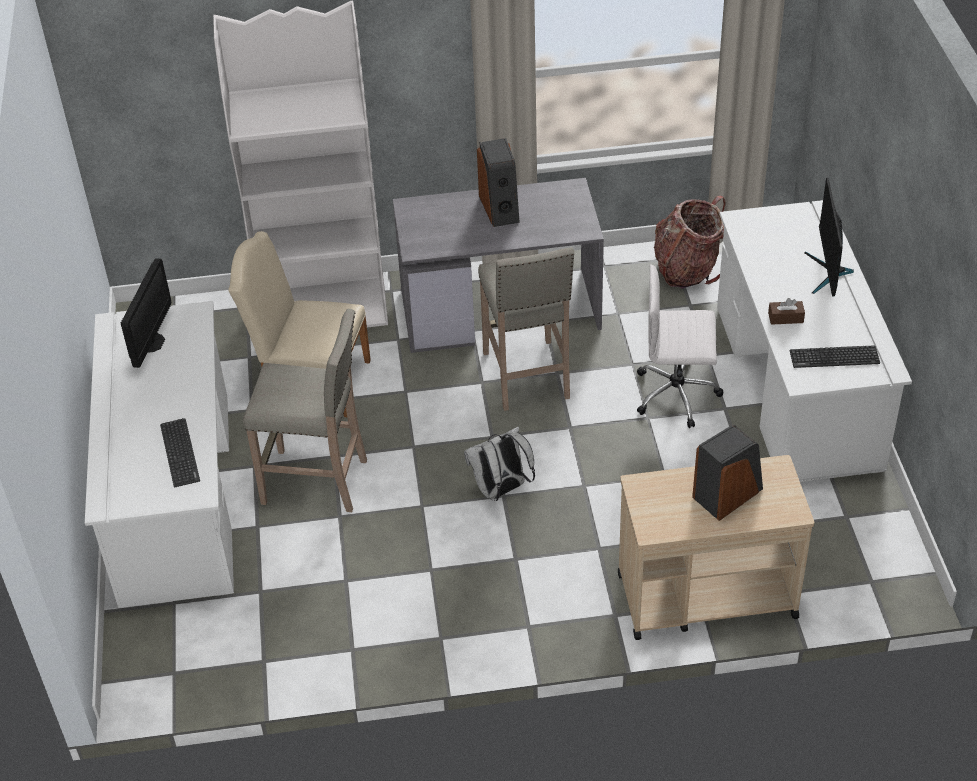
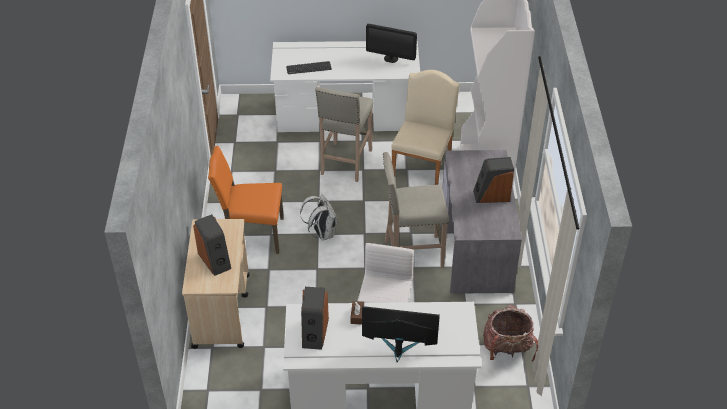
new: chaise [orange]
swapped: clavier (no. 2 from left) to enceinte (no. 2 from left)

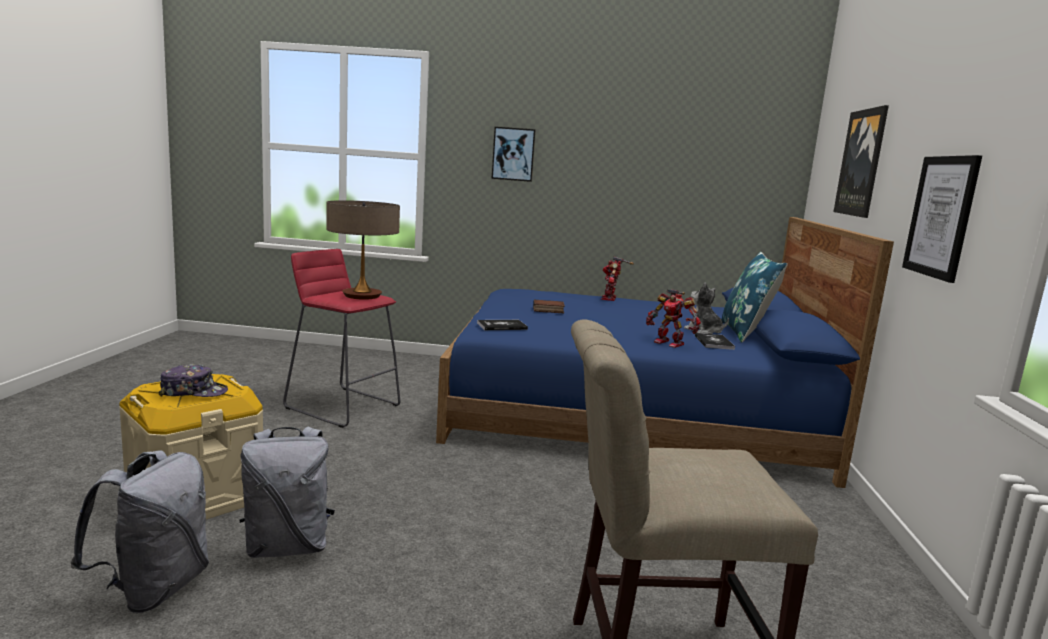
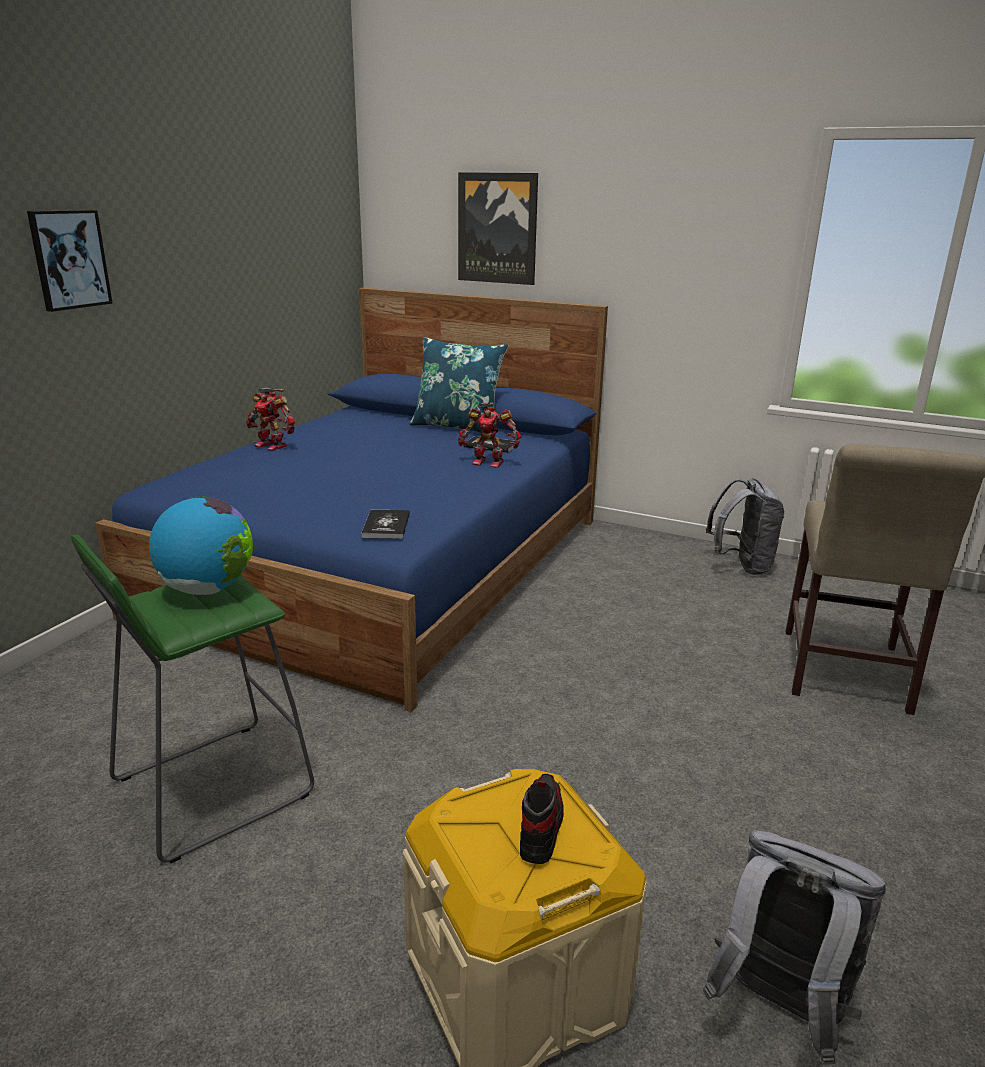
gone: livre (no. 2 from left); peluche; tableau (no. 3 from left)
shifted: sac à dos [gris] (no. 2 from left in the first image) to sac à dos [gris] (no. 1 from left)
swapped: casquette to chaussure; lampe de table to globe
repainted: tabouret [rouge] to tabouret [vert]
rotated: robot jouet (no. 2 from left) 45 degrees clockwise

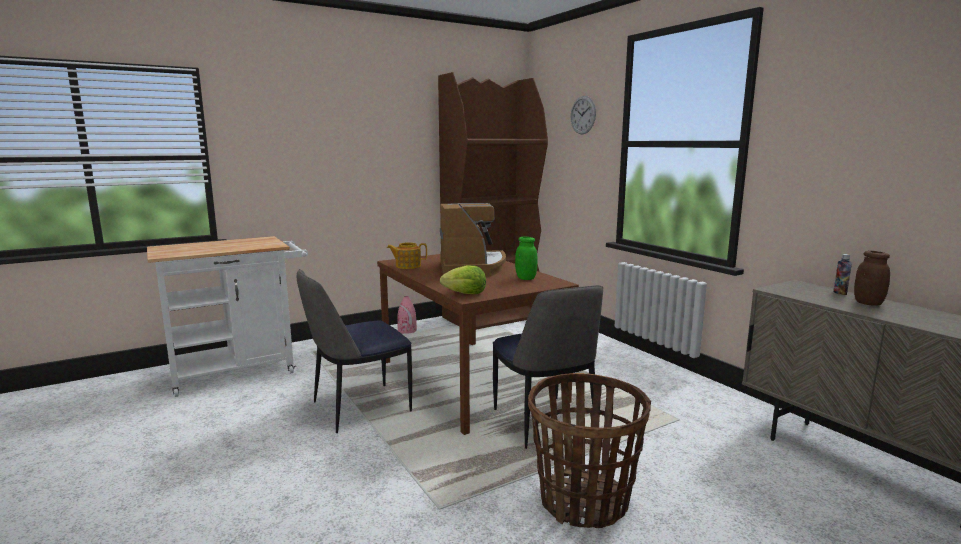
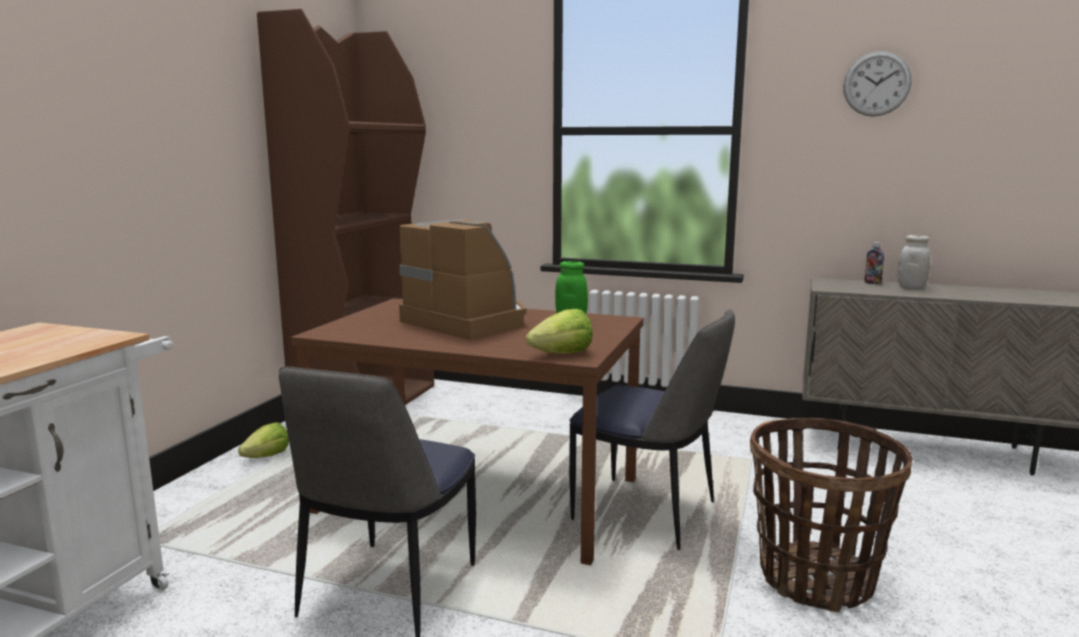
gone: théière
shifted: horloge murale
swapped: vase [rose] to laitue (no. 1 from left)
repainted: bocal [marron] to bocal [blanc]

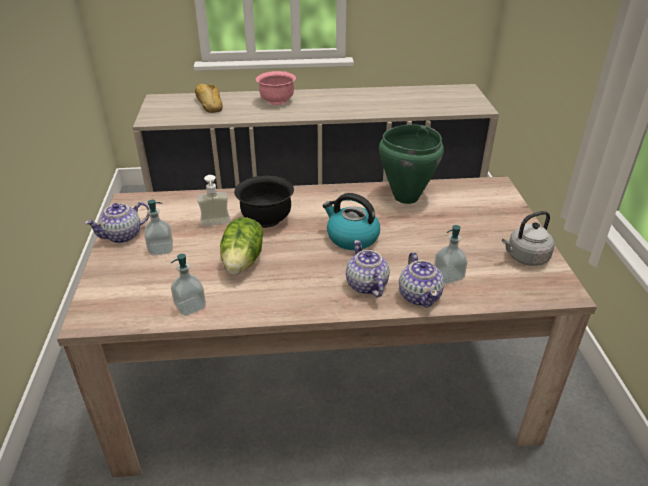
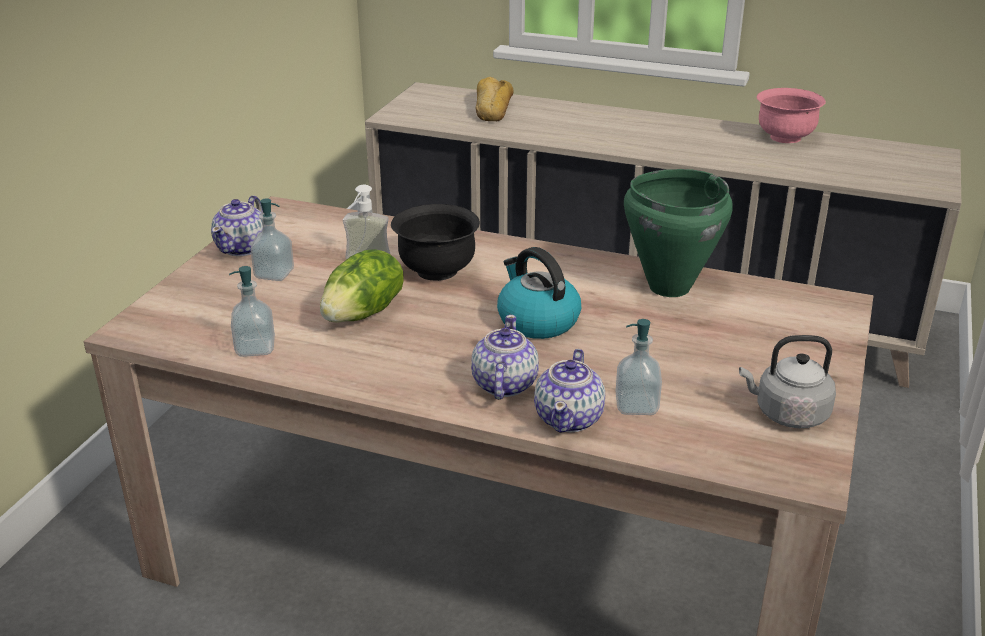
shifted: bol [rose]
rotated: théière (no. 1 from left) 60 degrees counterclockwise

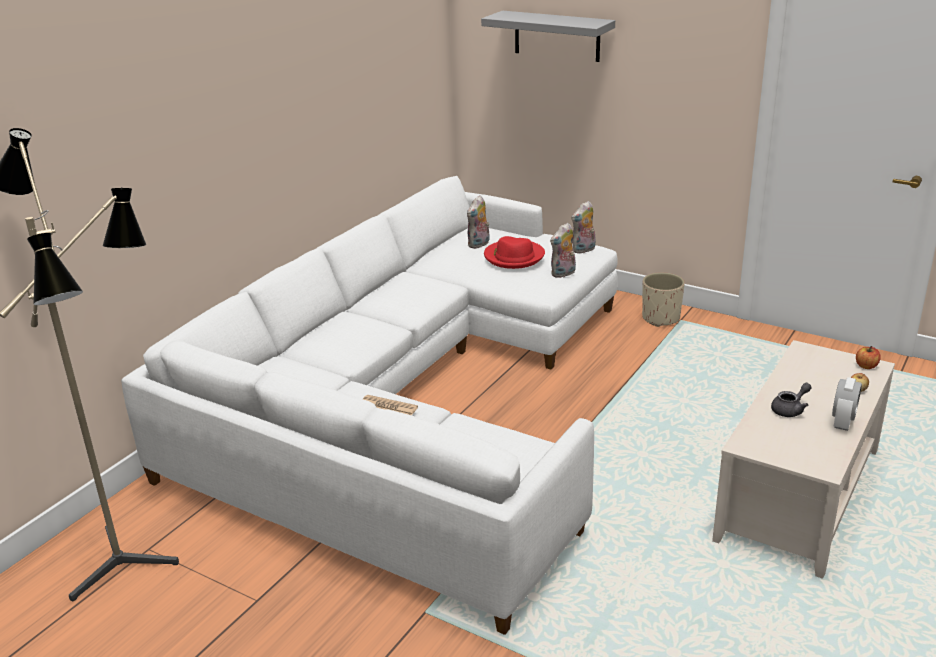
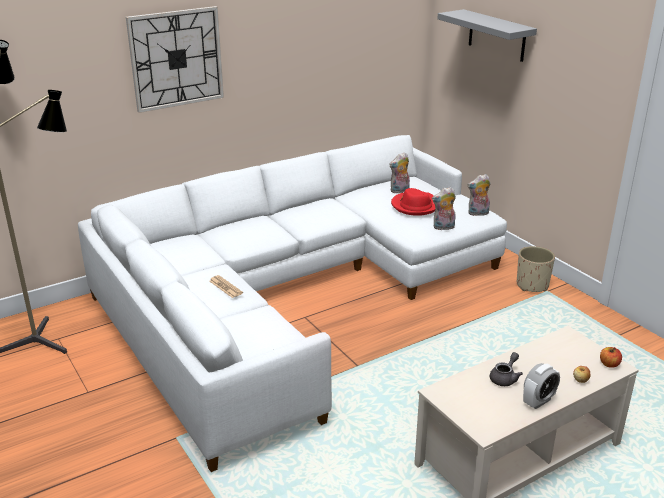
new: horloge murale
rotated: théière [gris] 45 degrees counterclockwise

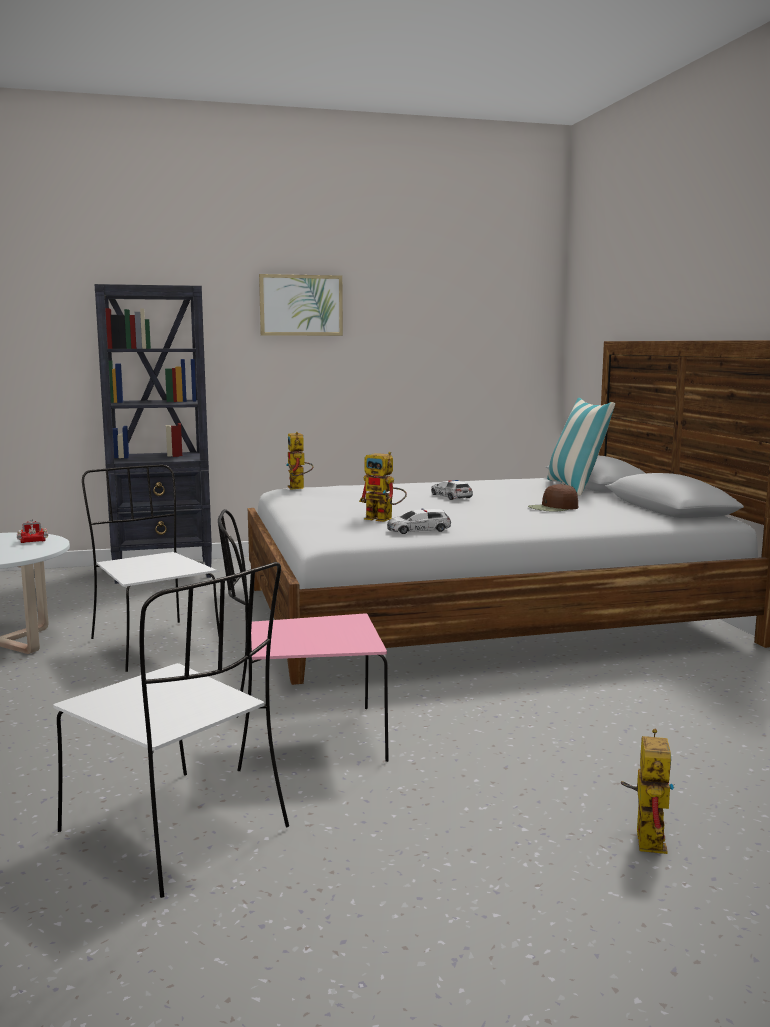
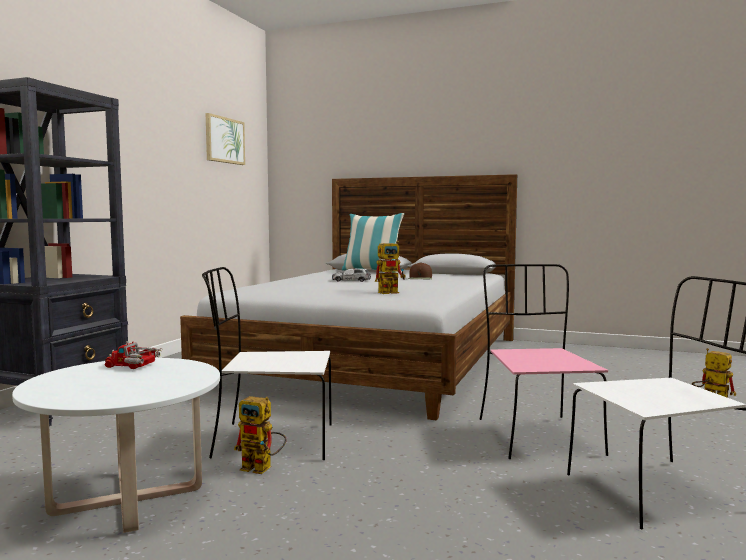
gone: petite voiture (no. 1 from left)
shifted: tableau; robot jouet (no. 1 from left)
rotated: chaise [rose] 150 degrees clockwise

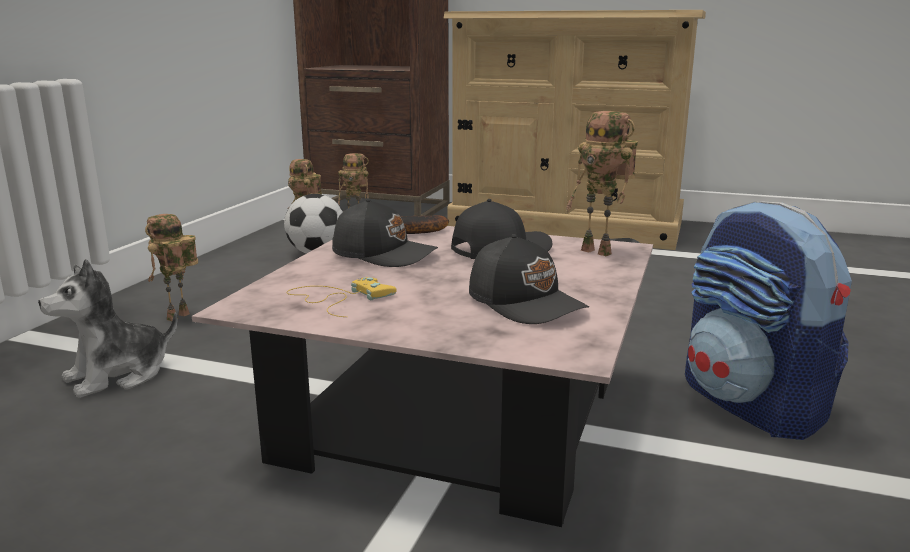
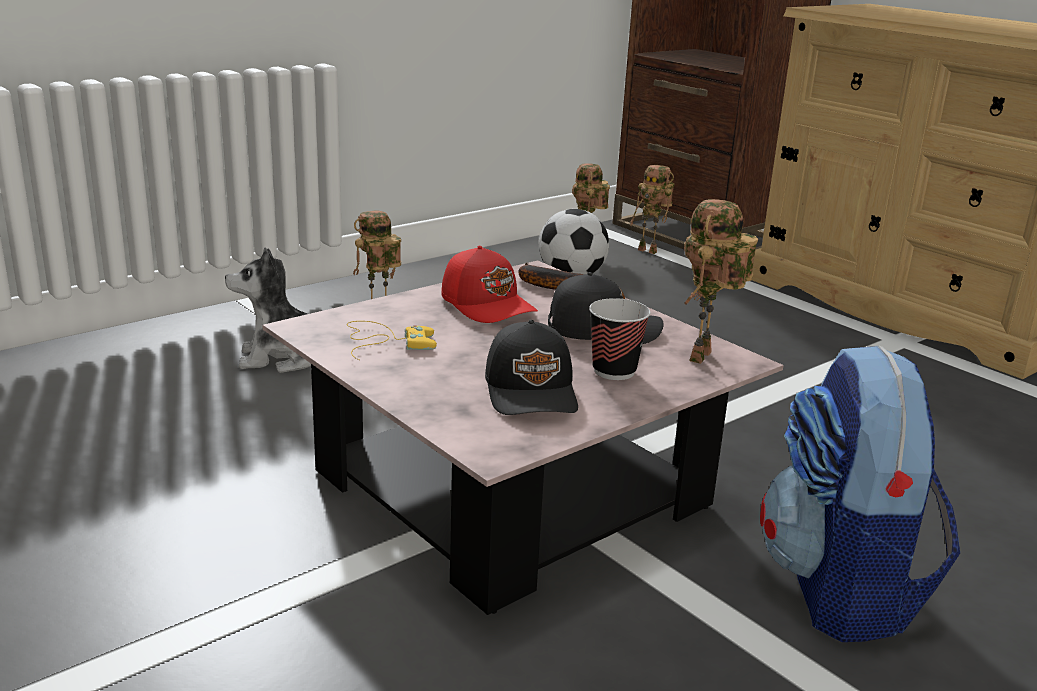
new: tasse
repainted: casquette [noir] (no. 1 from left) to casquette [rouge]
rotated: robot jouet (no. 4 from left) 45 degrees clockwise

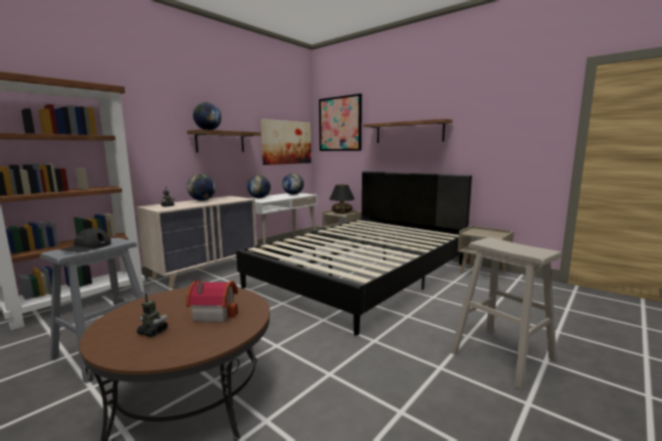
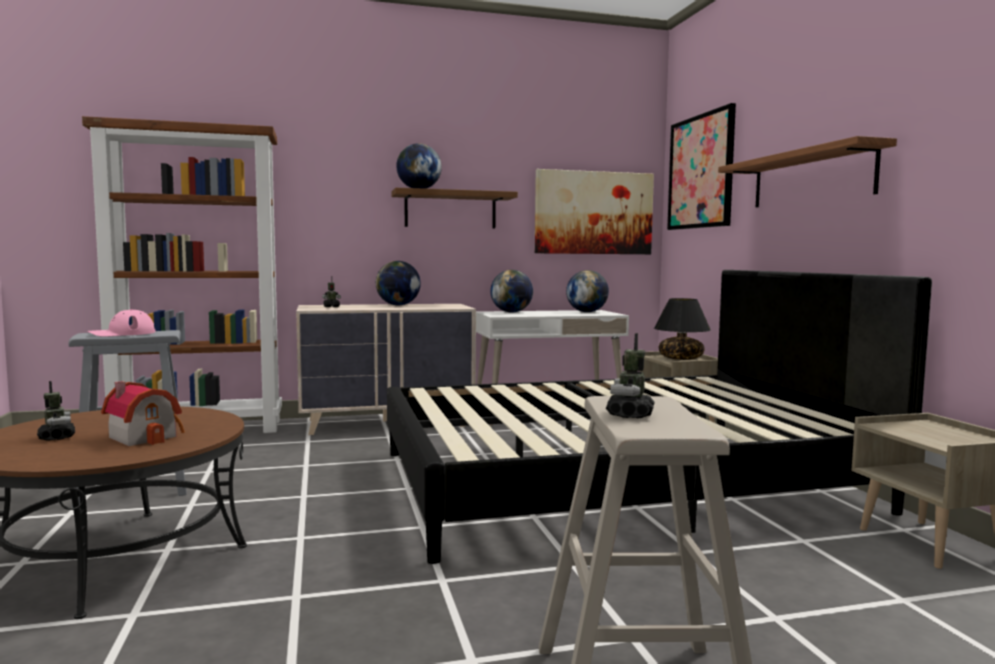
new: robot jouet (no. 3 from left)
repainted: casquette [noir] to casquette [rose]

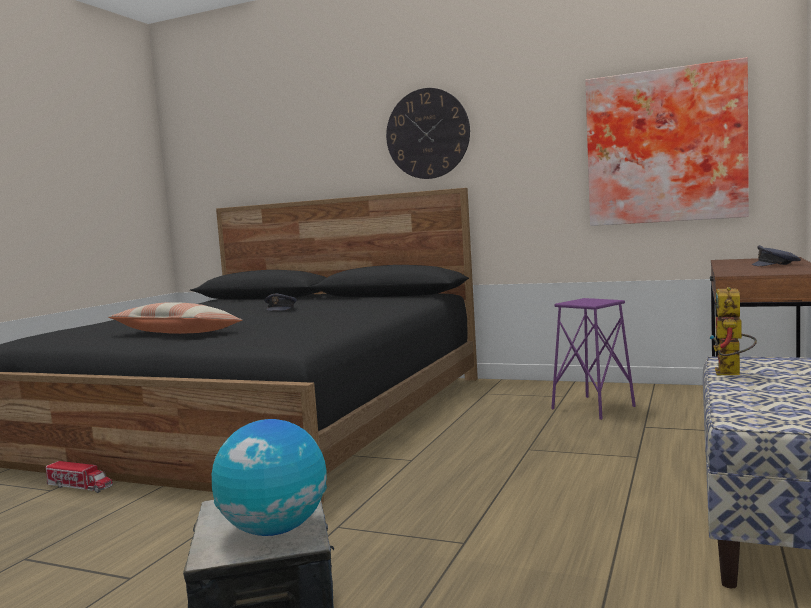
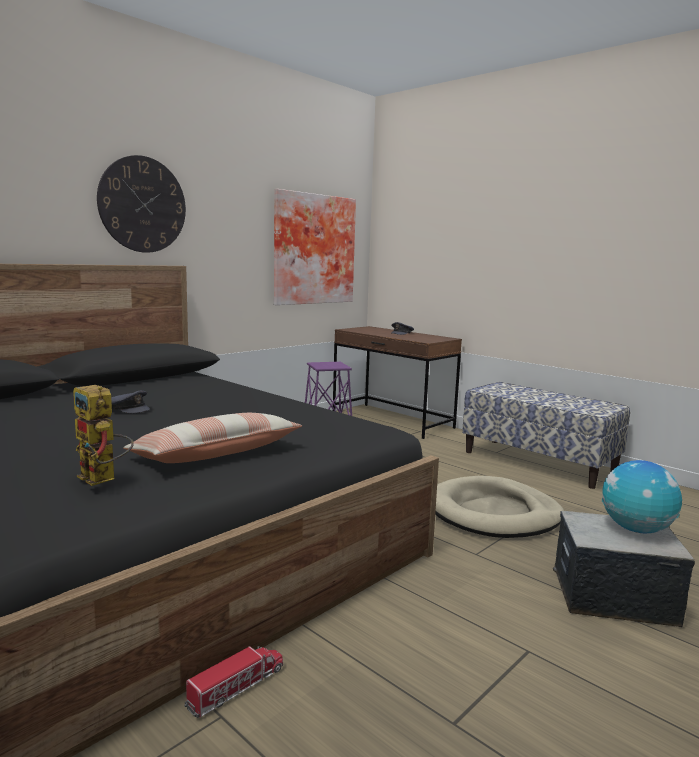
new: panier pour chien [beige]
shifted: robot jouet

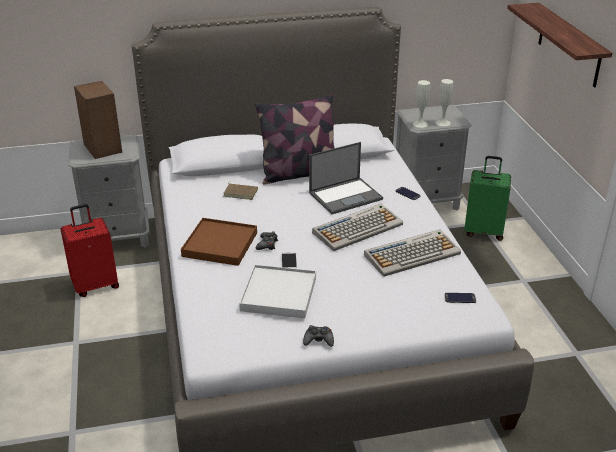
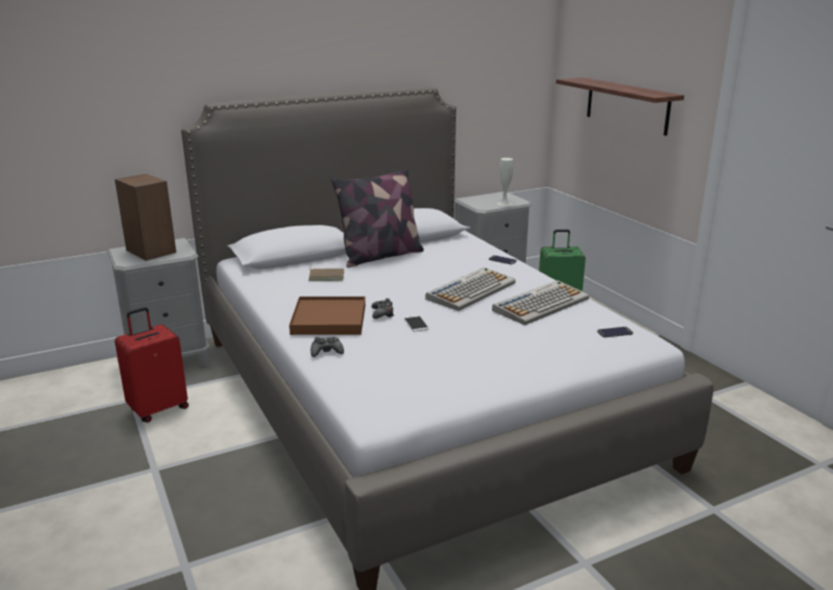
gone: plateau [blanc]; ordinateur portable; vase [blanc] (no. 1 from left)
shifted: manette [noir] (no. 2 from left in the first image) to manette [noir] (no. 1 from left)

